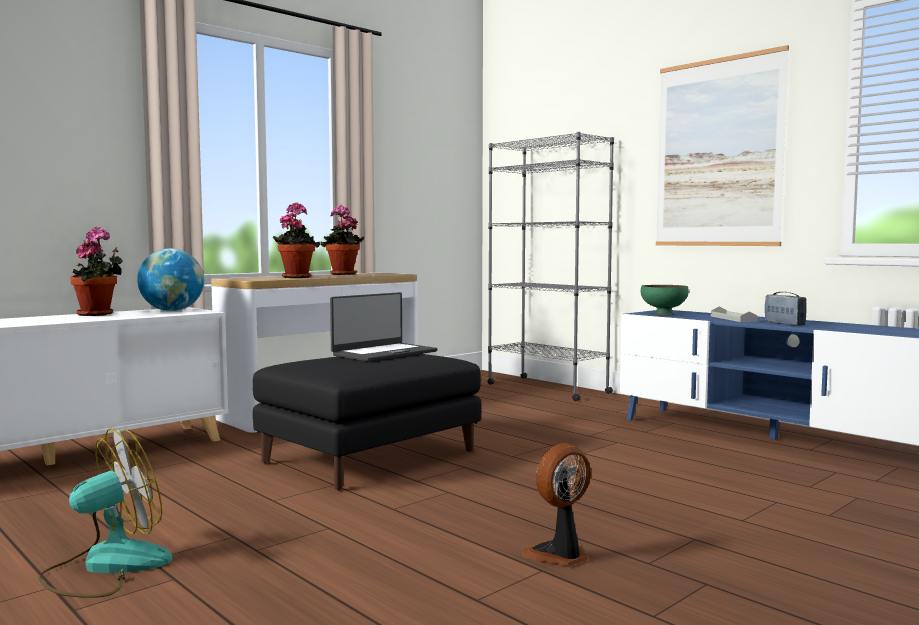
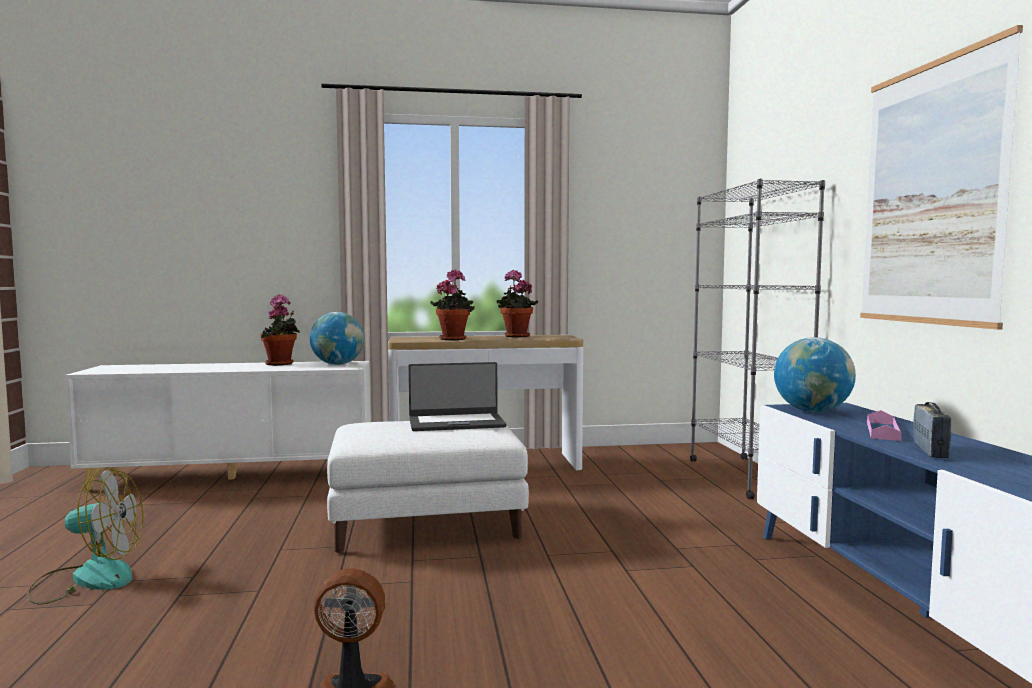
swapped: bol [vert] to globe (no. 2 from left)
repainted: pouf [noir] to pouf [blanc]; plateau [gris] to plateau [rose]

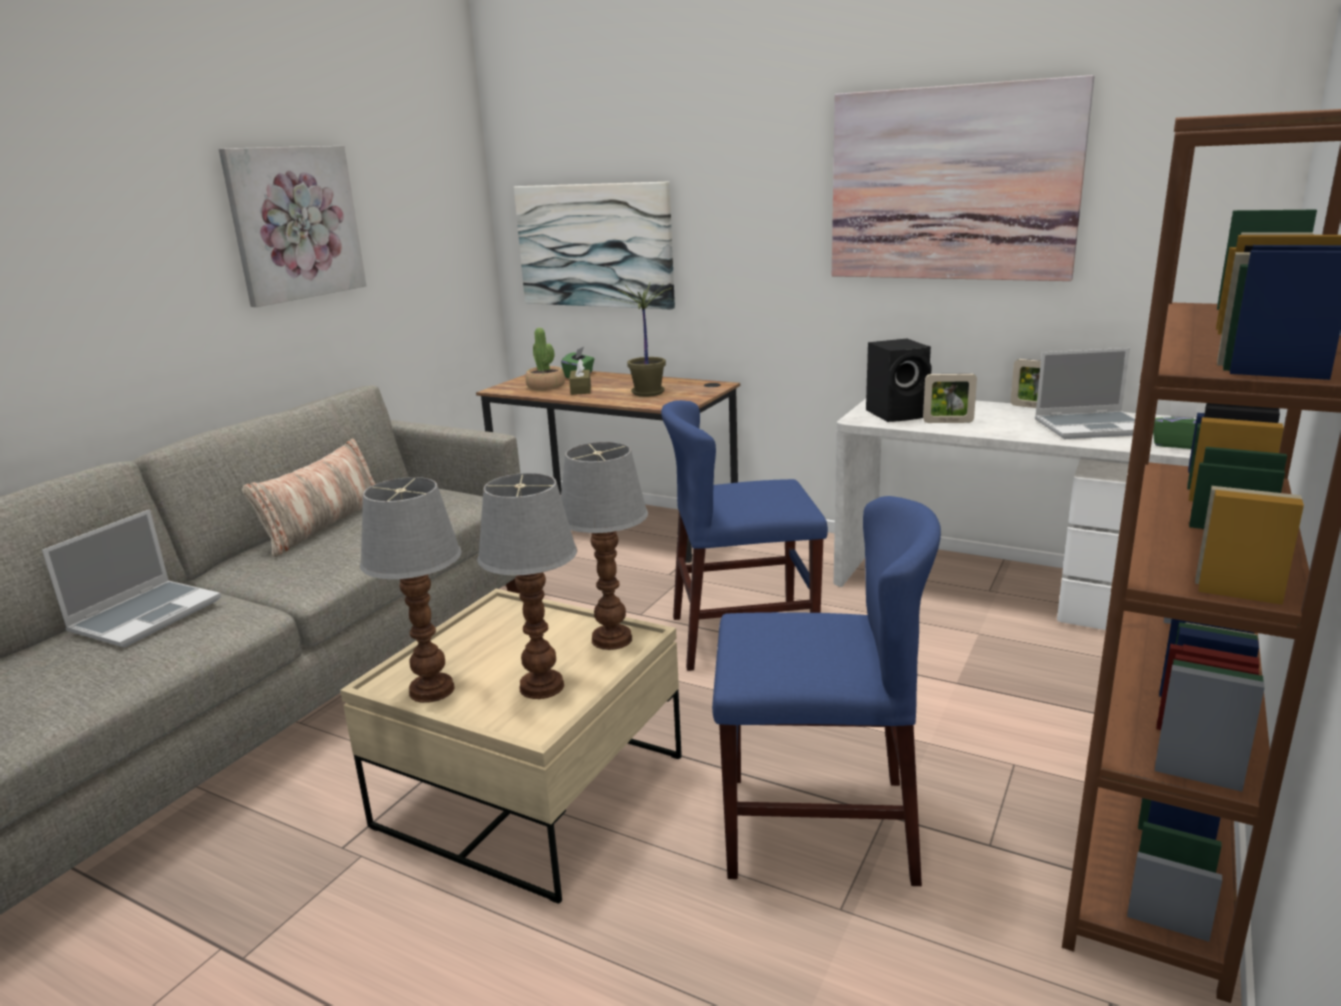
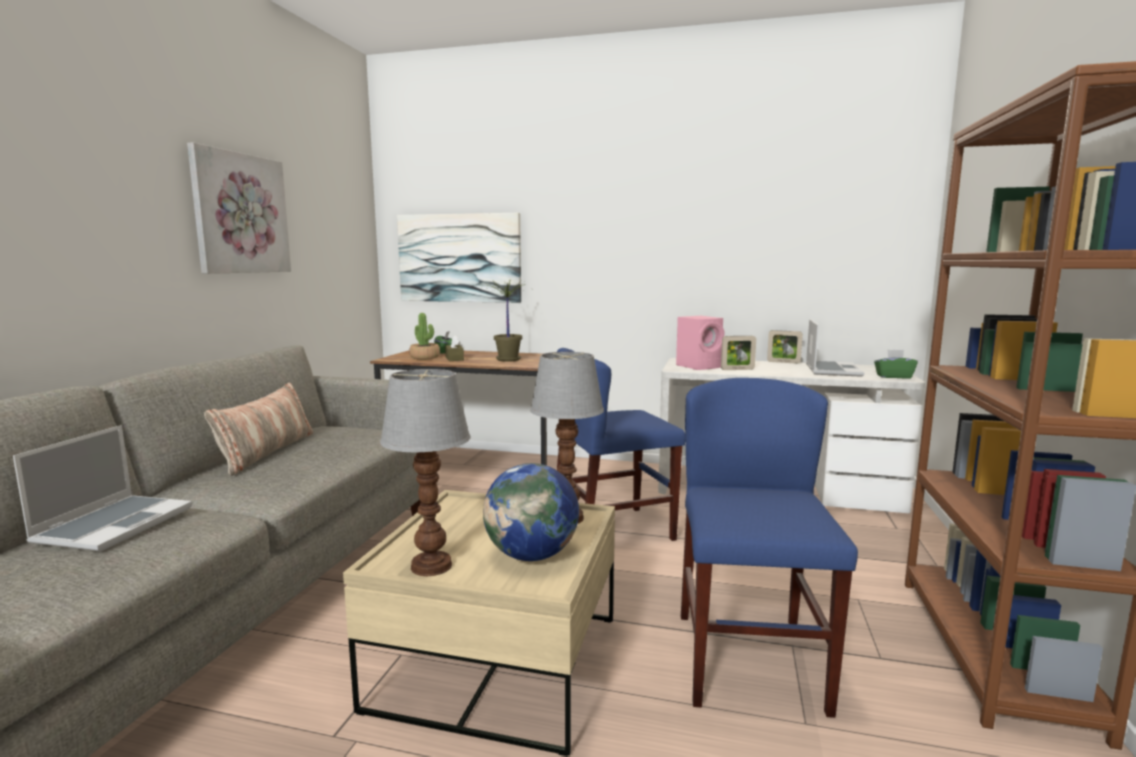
gone: tableau (no. 3 from left)
swapped: lampe de table (no. 2 from left) to globe
repainted: enceinte [noir] to enceinte [rose]
rotated: chaise [bleu] (no. 2 from left) 75 degrees counterclockwise; ordinateur portable (no. 2 from left) 60 degrees counterclockwise

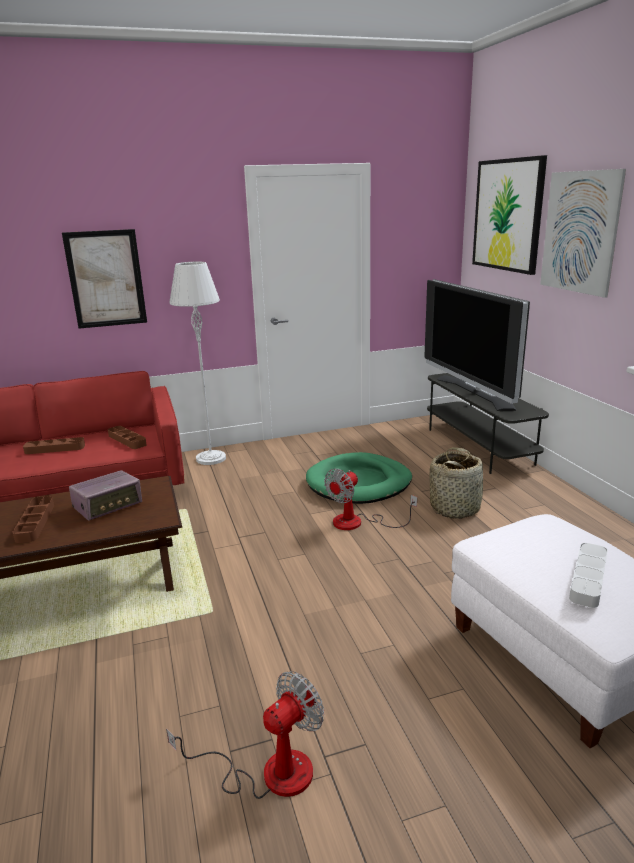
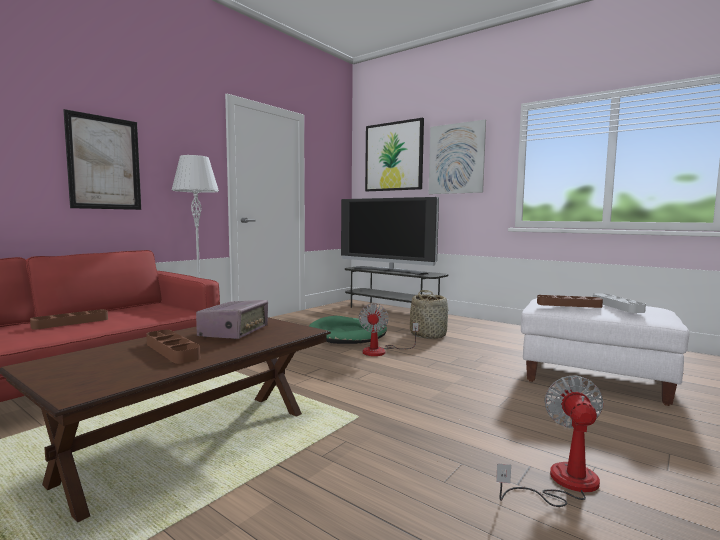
shifted: plateau [marron] (no. 3 from left)

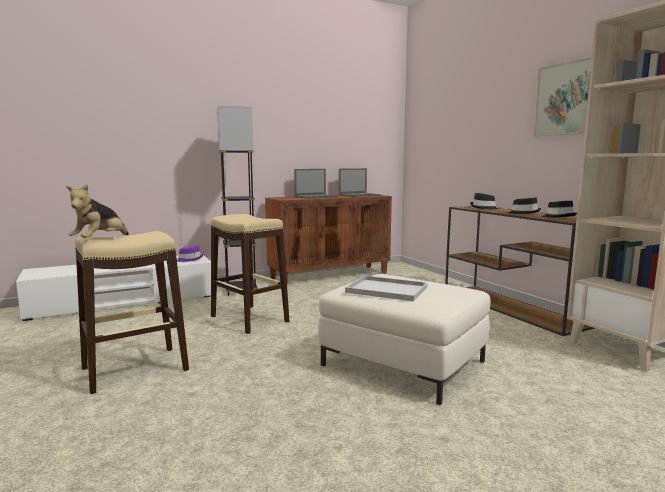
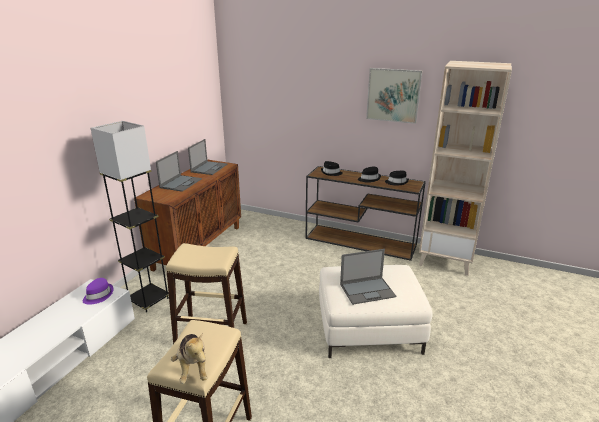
swapped: plateau [blanc] to ordinateur portable (no. 3 from left)

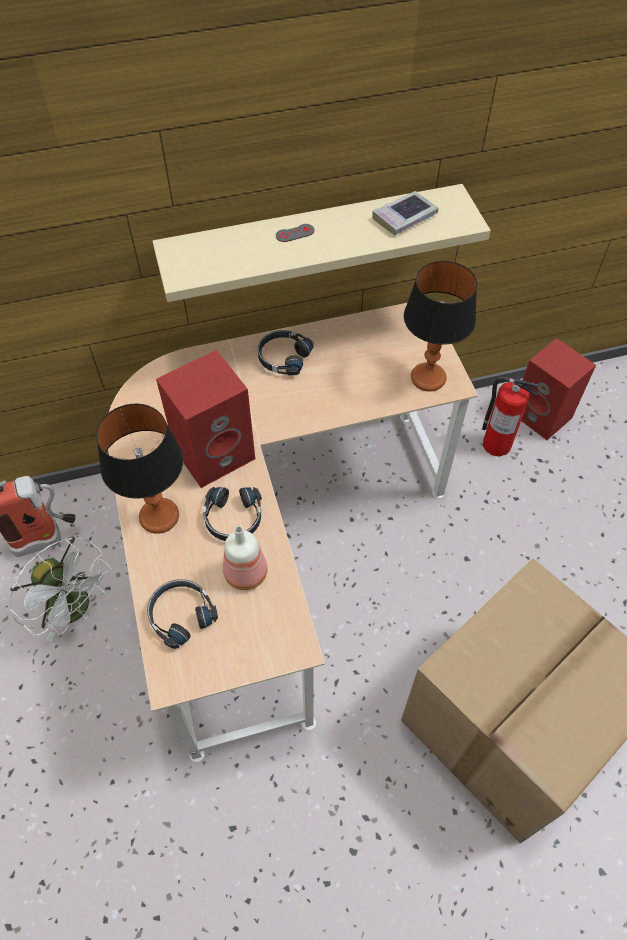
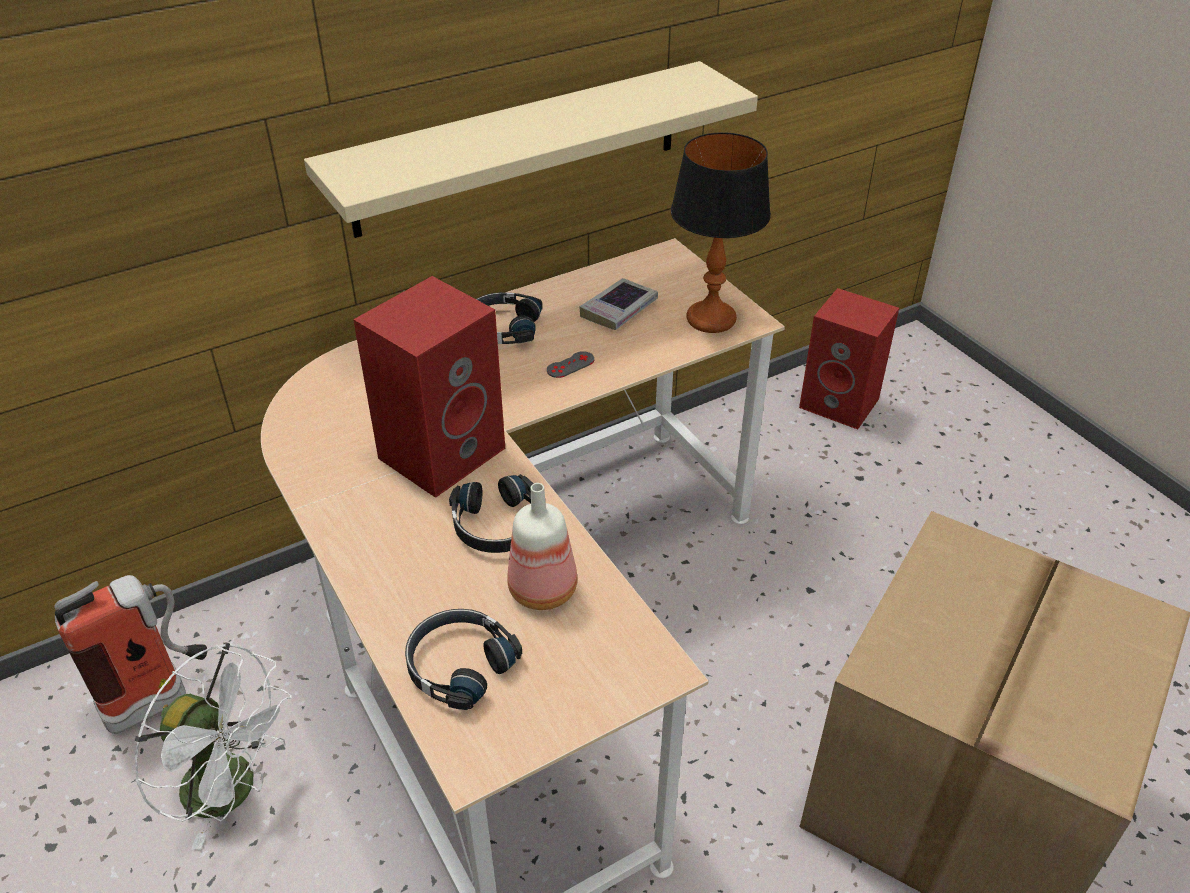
gone: lampe de table (no. 1 from left); extincteur (no. 2 from left)
shifted: manette [gris]; livre

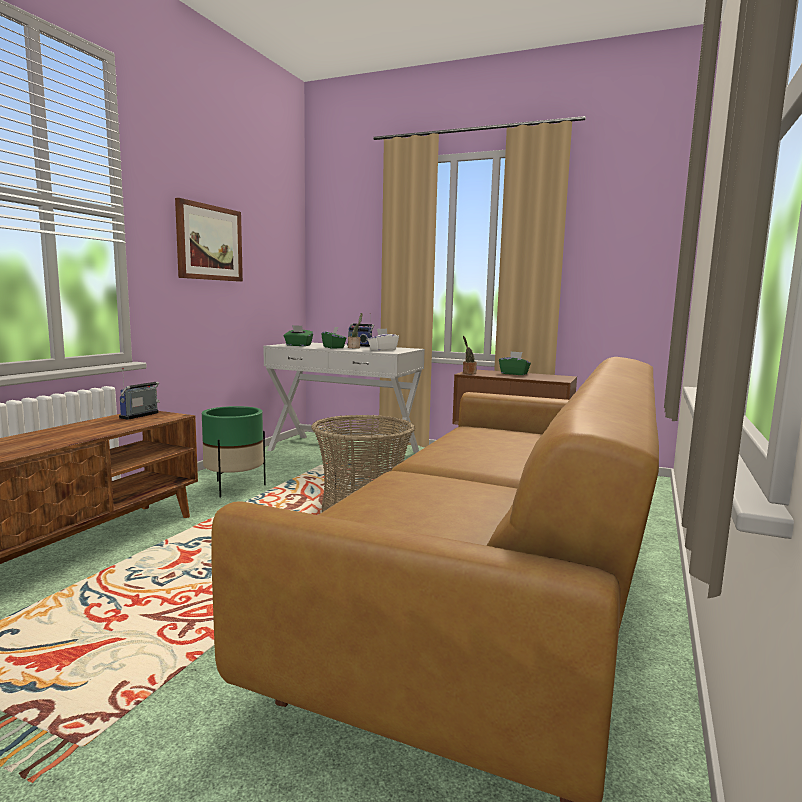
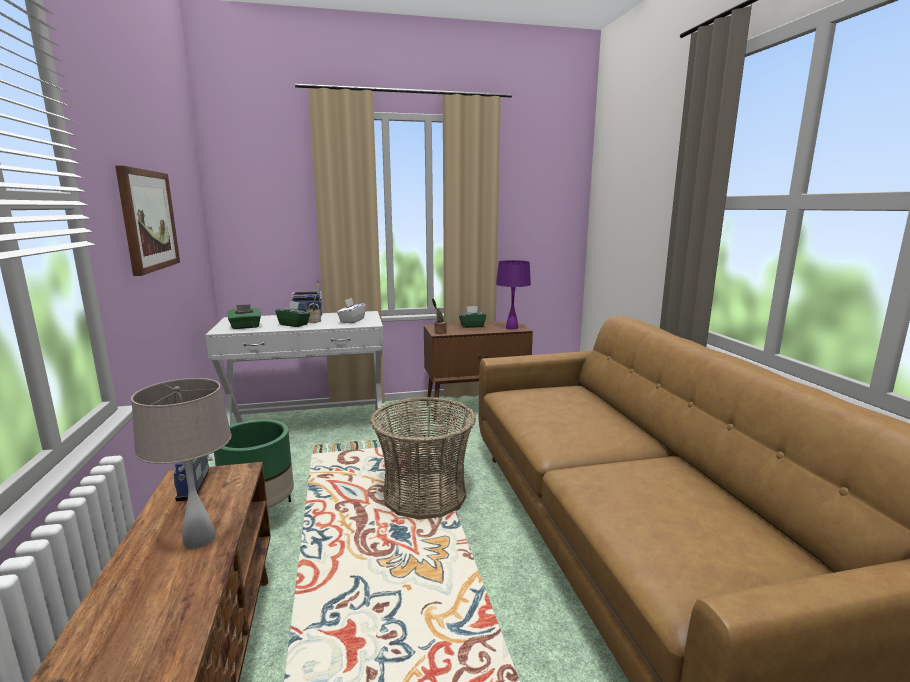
new: lampe de table [beige]; lampe de table [violet]

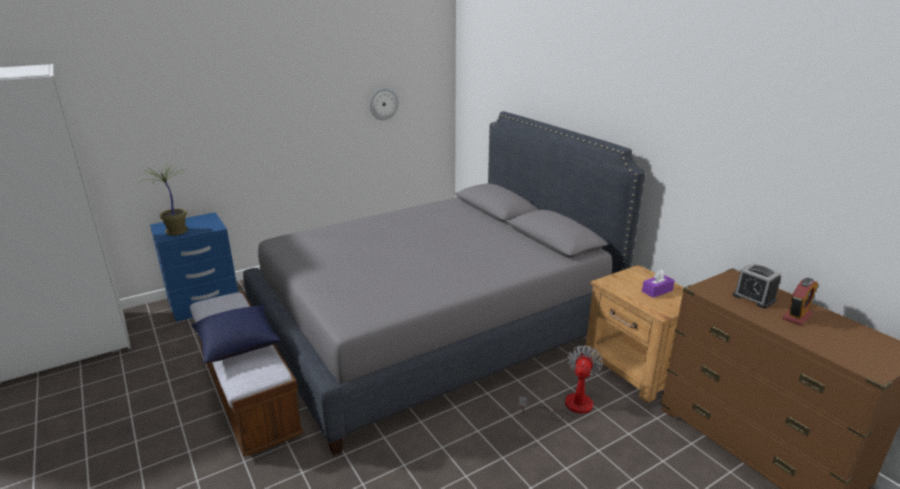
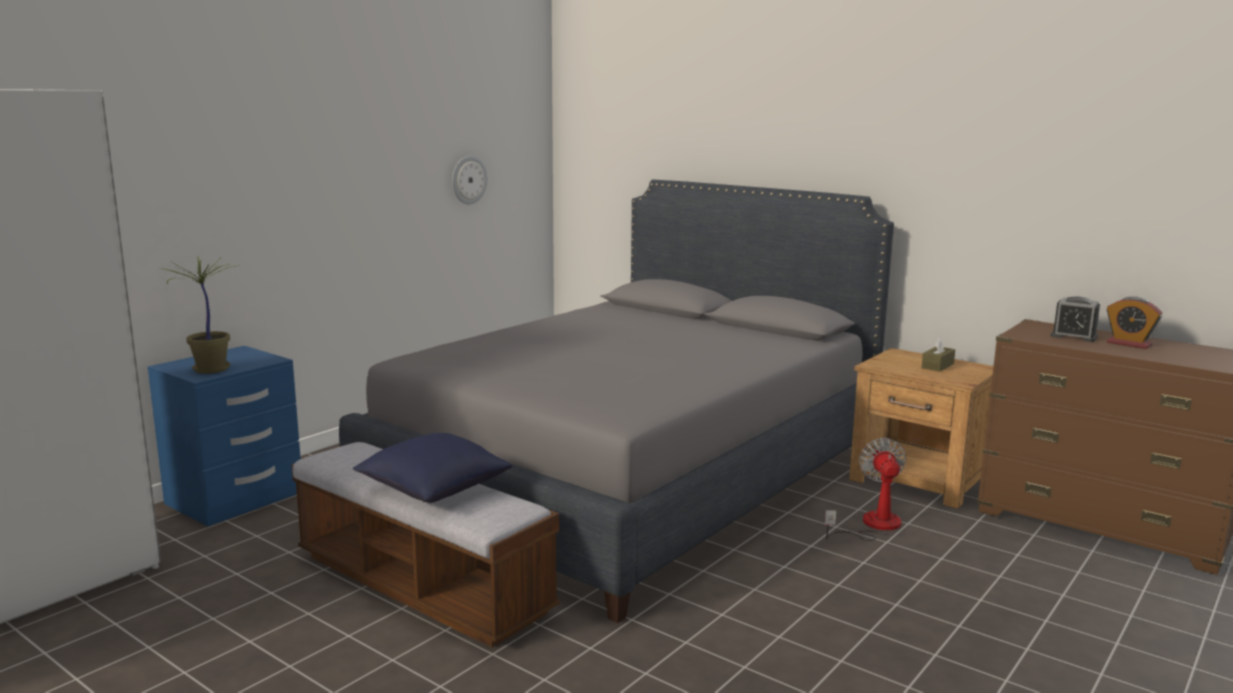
repainted: boîte à mouchoirs [violet] to boîte à mouchoirs [marron]
rotated: réveil (no. 2 from left) 105 degrees clockwise

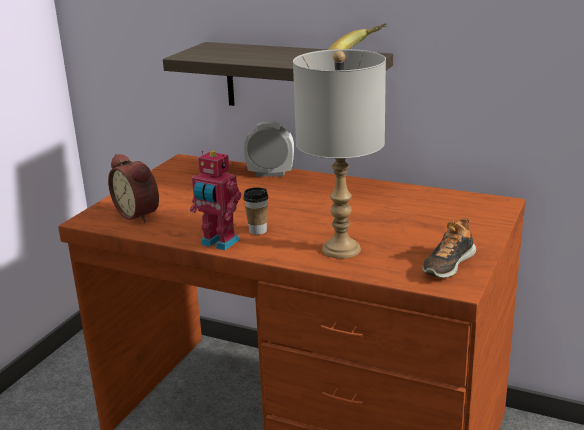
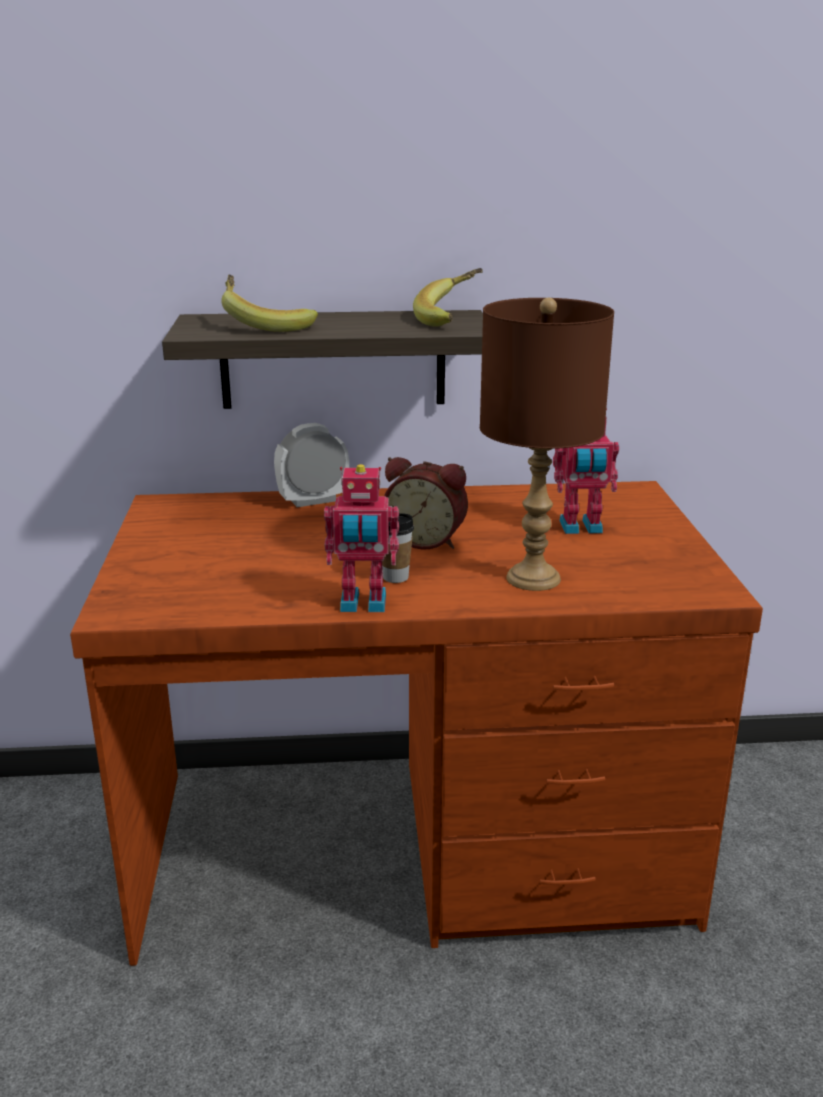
gone: chaussure
new: banane (no. 1 from left); robot jouet (no. 2 from left)
shifted: réveil (no. 1 from left in the first image) to réveil (no. 2 from left)
repainted: lampe de table [gris] to lampe de table [marron]

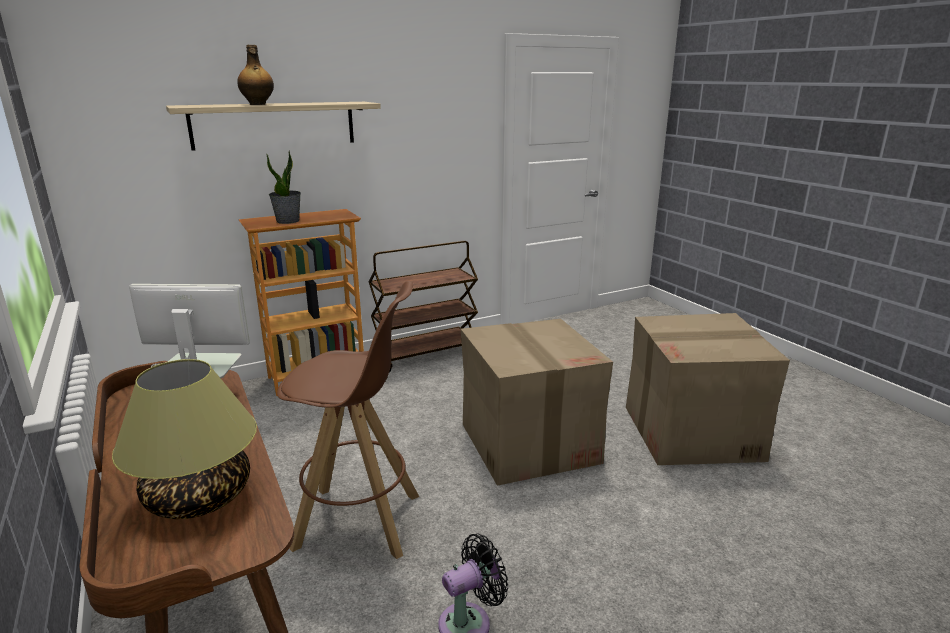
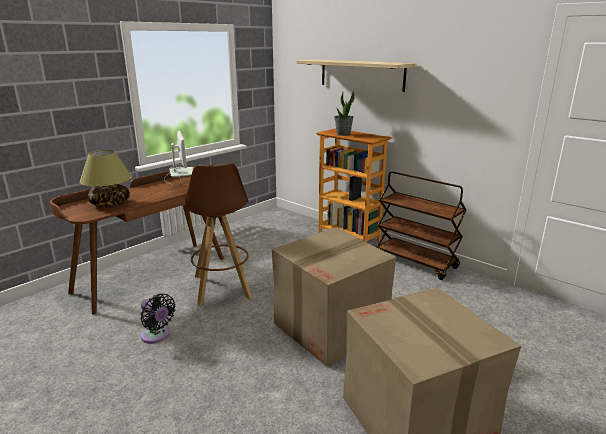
gone: bouteille

